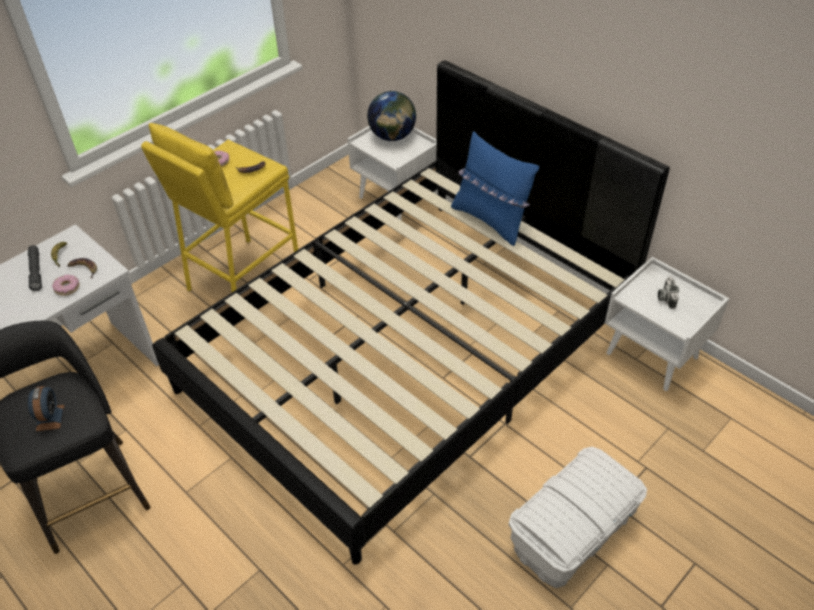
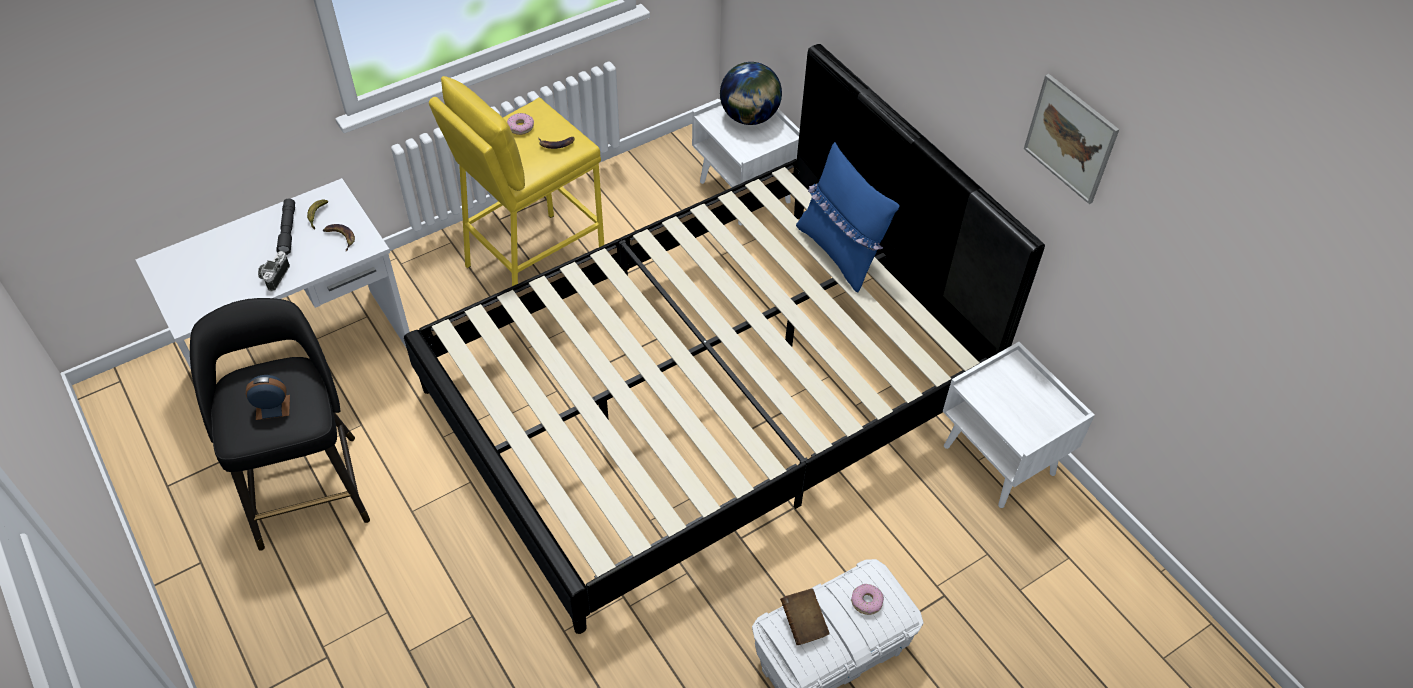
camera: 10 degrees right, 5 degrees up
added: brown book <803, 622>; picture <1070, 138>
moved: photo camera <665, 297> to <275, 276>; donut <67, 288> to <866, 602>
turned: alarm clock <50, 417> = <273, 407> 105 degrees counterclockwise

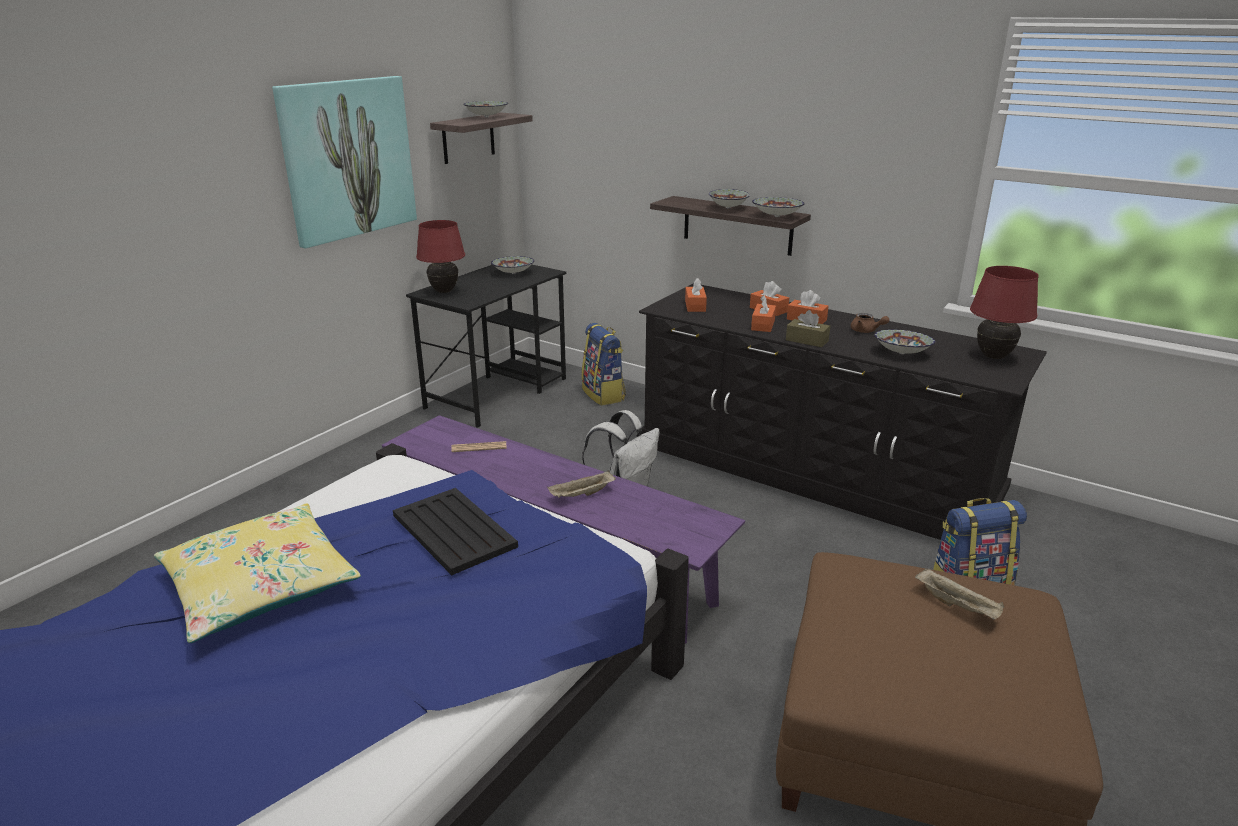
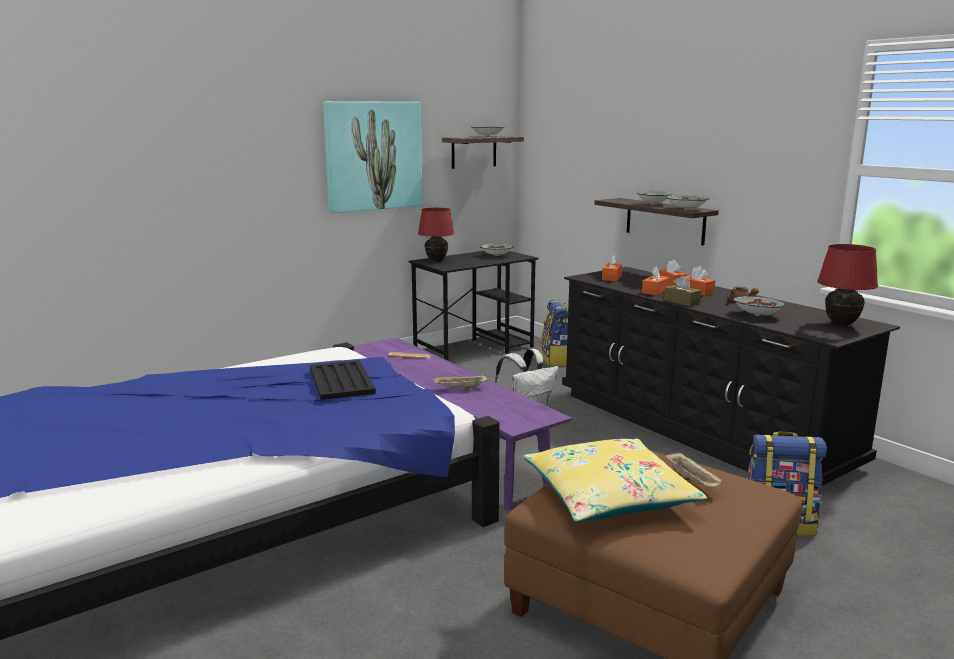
camera: 20 degrees right, 10 degrees down
moved: yellow pillow <260, 586> to <608, 495>

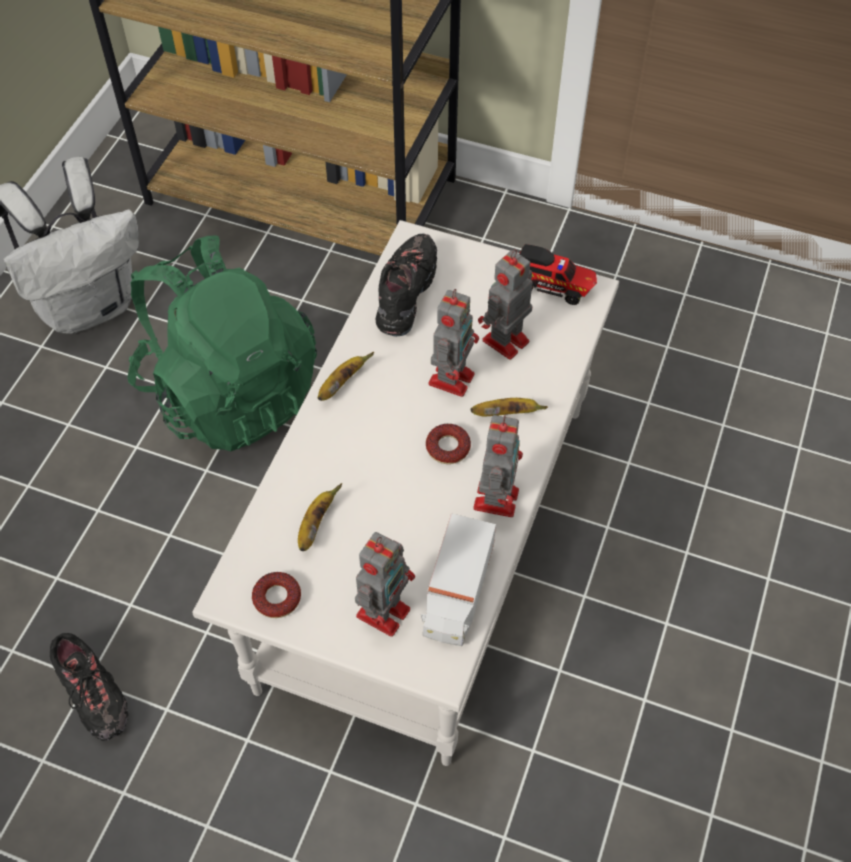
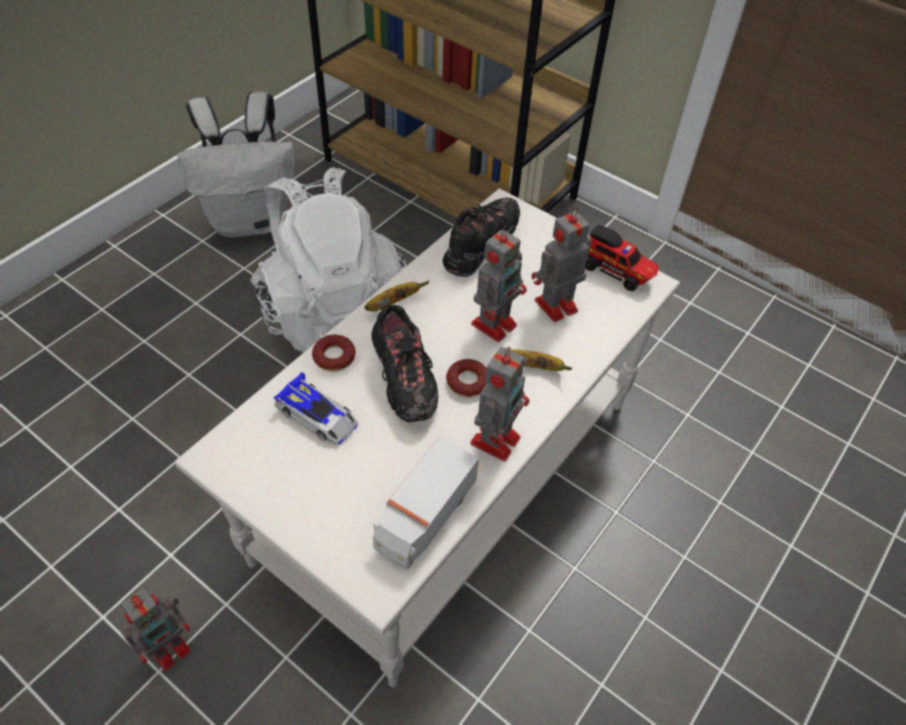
camera: 15 degrees right, 5 degrees down
moved: toy robot <384, 610> to <171, 646>; donut <277, 598> to <334, 357>; black shoe <92, 692> to <404, 378>
replaced: banana <315, 525> to toy car <318, 416>
recoloured: green backpack <229, 392> to white backpack <331, 311>

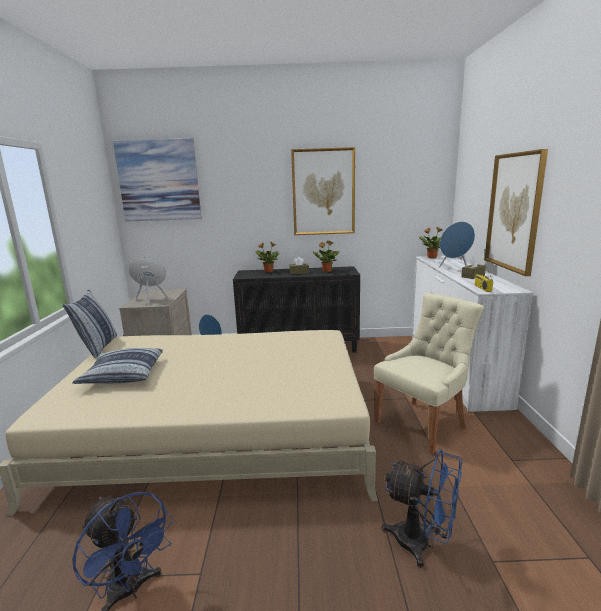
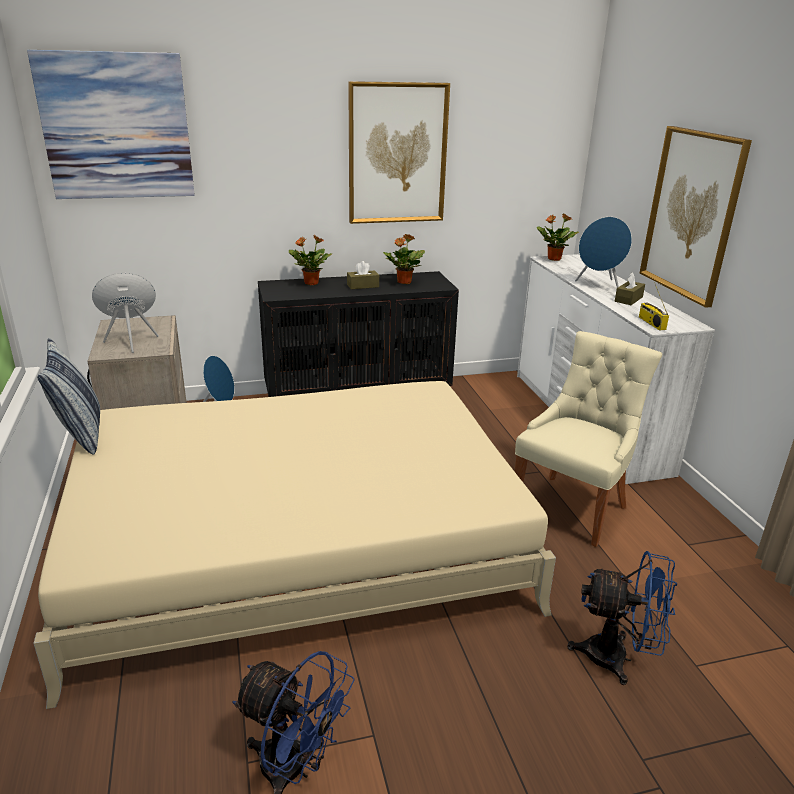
camera: 15 degrees left, 10 degrees up
removed: pillow <123, 374>

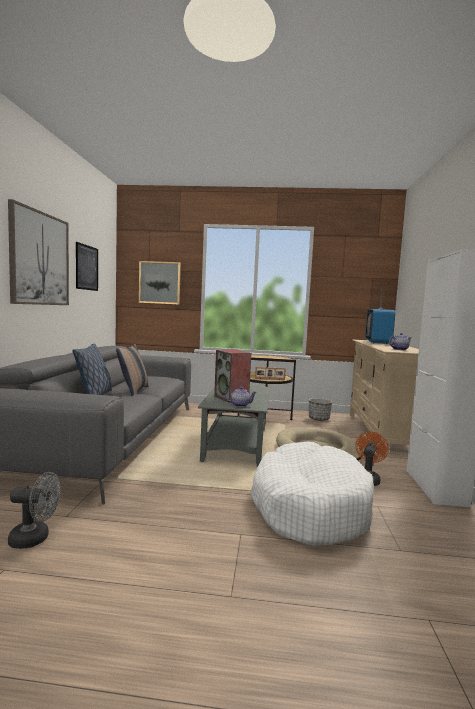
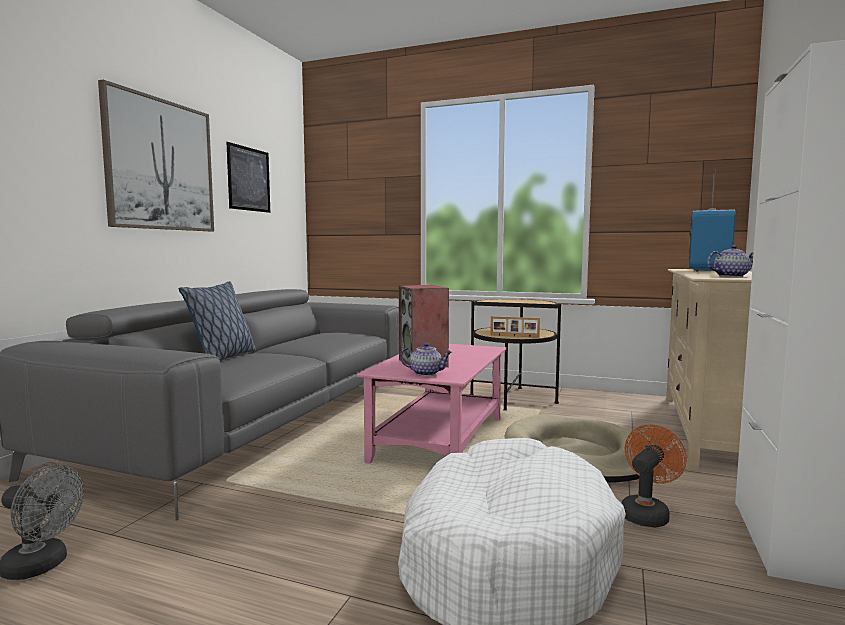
camera: 15 degrees right, 0 degrees up
removed: pillow <133, 390>; picture <160, 282>; planter <319, 419>
recoloured: grey coffee table <235, 444> to pink coffee table <439, 439>

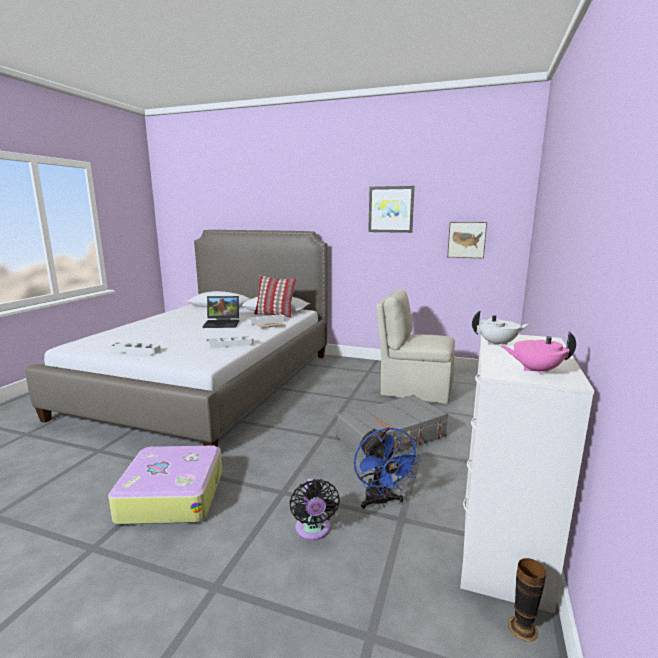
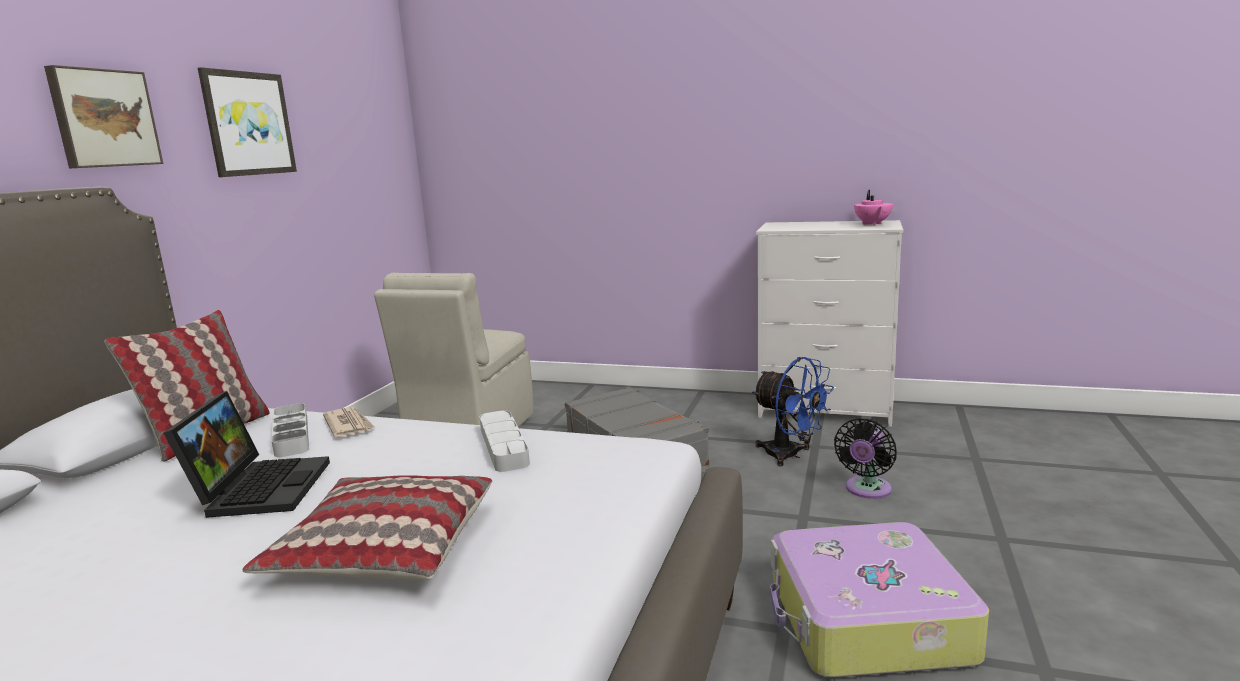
camera: 90 degrees left, 0 degrees up
removed: grey tray <136, 351>; white teapot <498, 344>; vase <522, 628>
added: pillow <383, 549>
moved: picture <466, 239> to <103, 118>
turned: blue fan <381, 502> = <790, 455> 60 degrees clockwise; black fan <313, 530> = <866, 490> 135 degrees clockwise

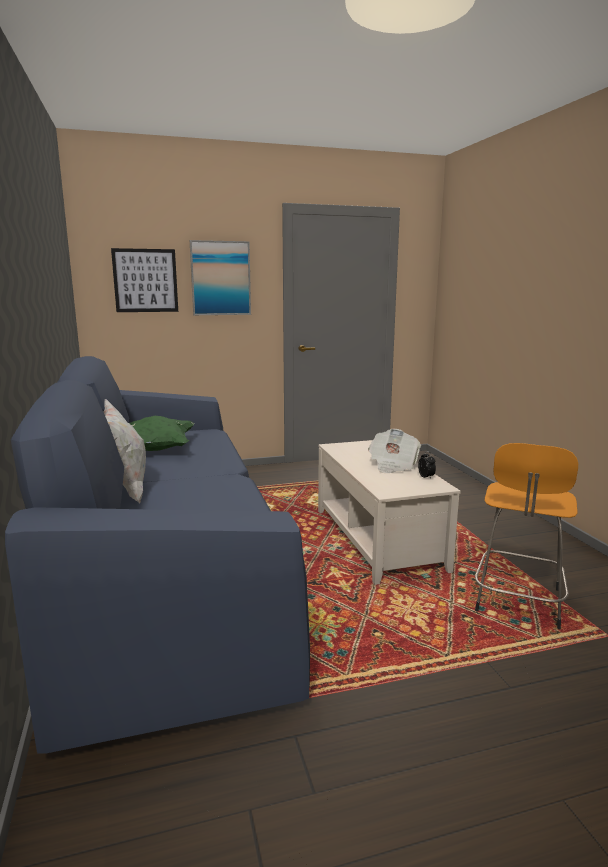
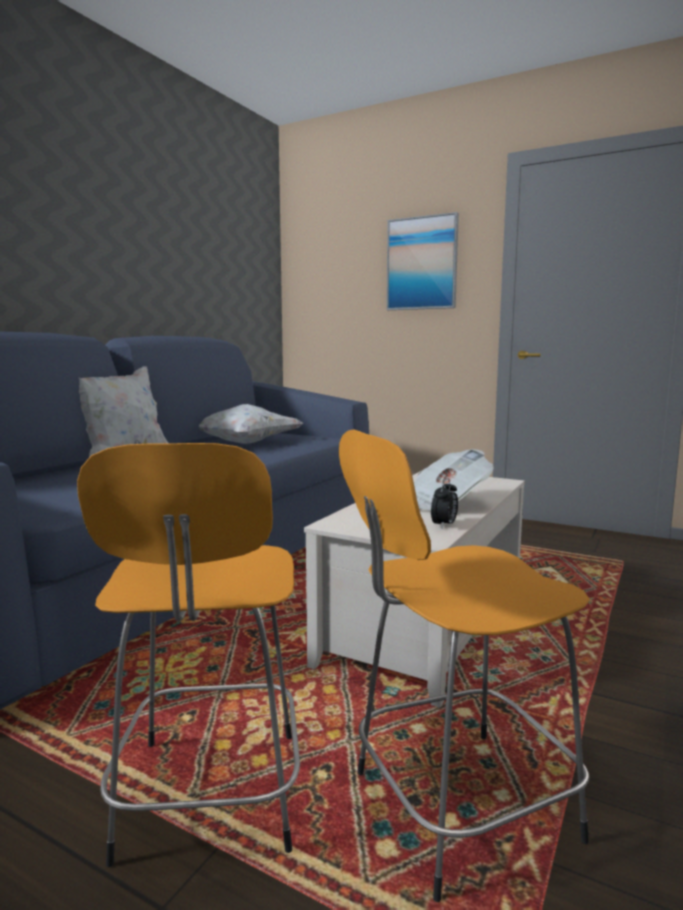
camera: 45 degrees right, 5 degrees down
removed: picture <145, 280>
added: orange stool <210, 799>
recoloured: green pillow <156, 450> to white pillow <245, 443>

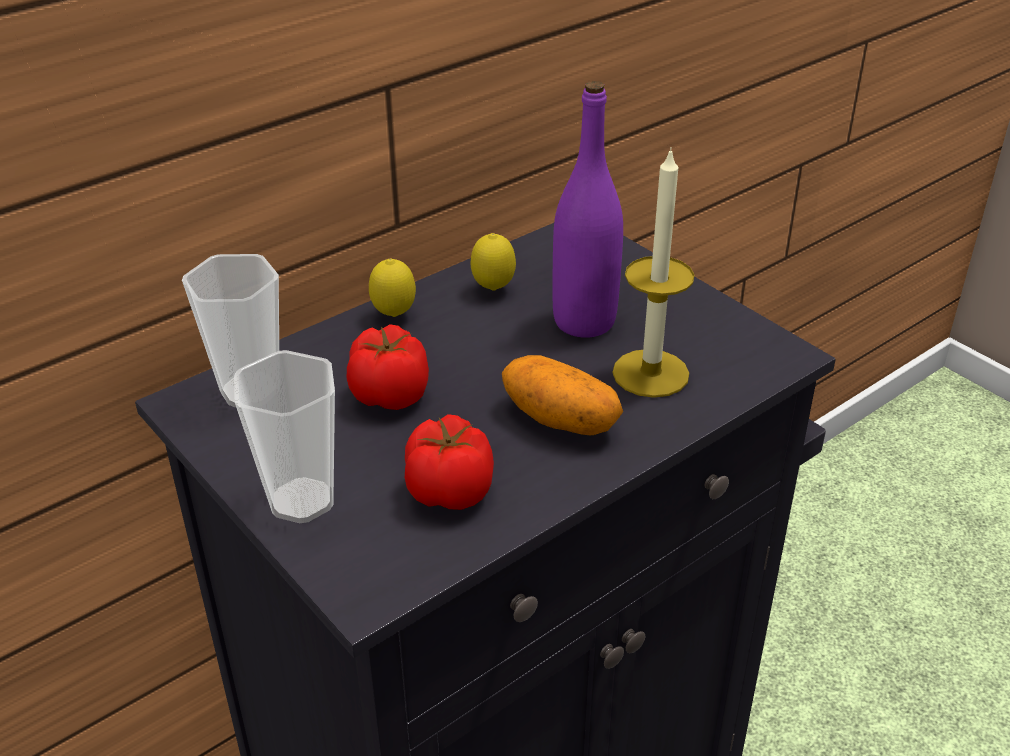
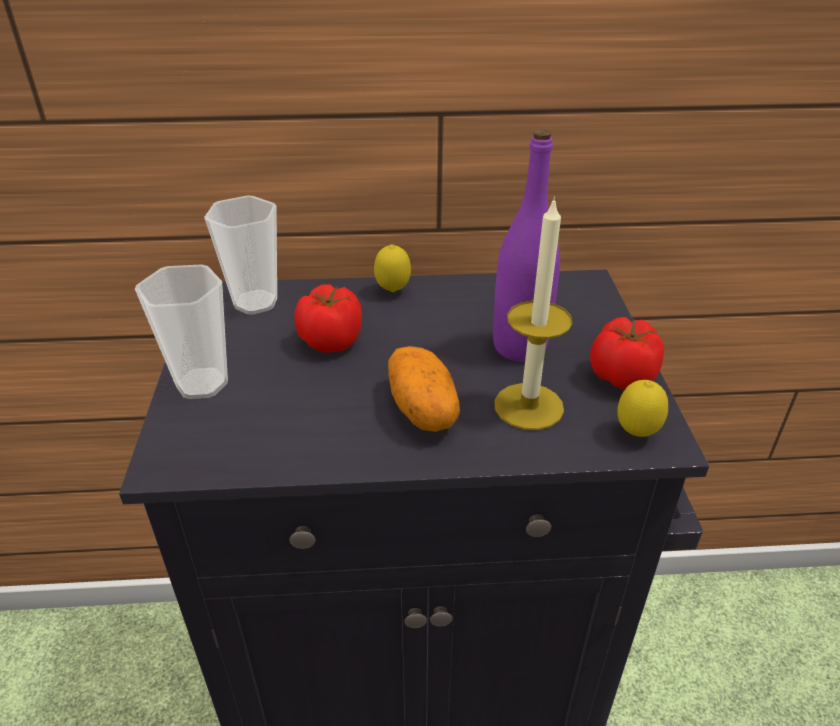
camera: 35 degrees right, 0 degrees up
moved: tomato <450, 489> to <623, 376>; lemon <493, 289> to <636, 434>

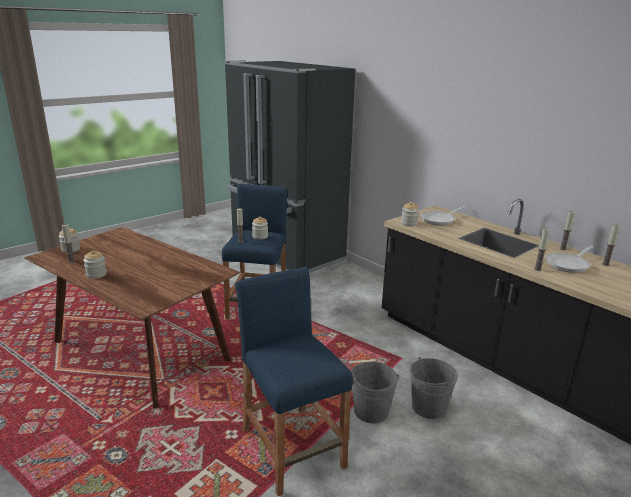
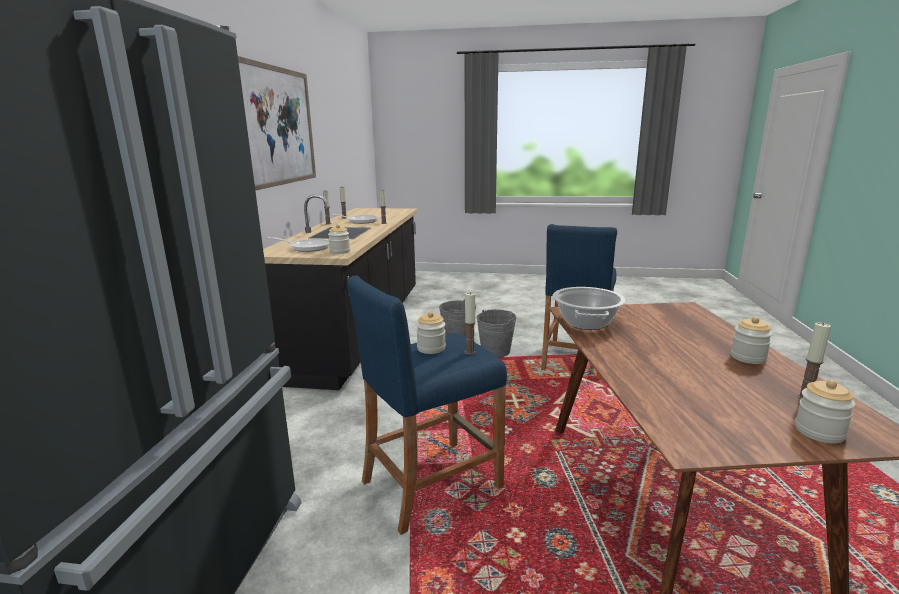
camera: 130 degrees left, 5 degrees down
added: picture <279, 126>; cooking pot <586, 323>

